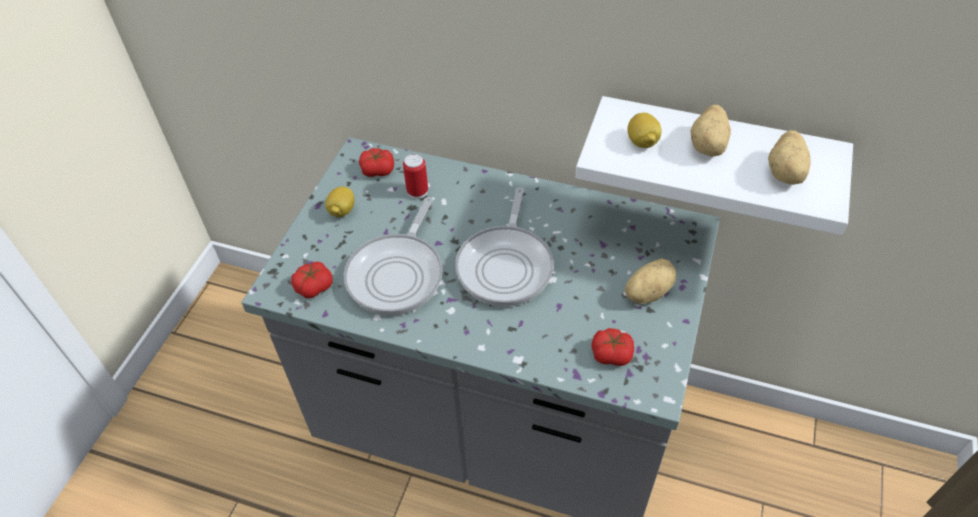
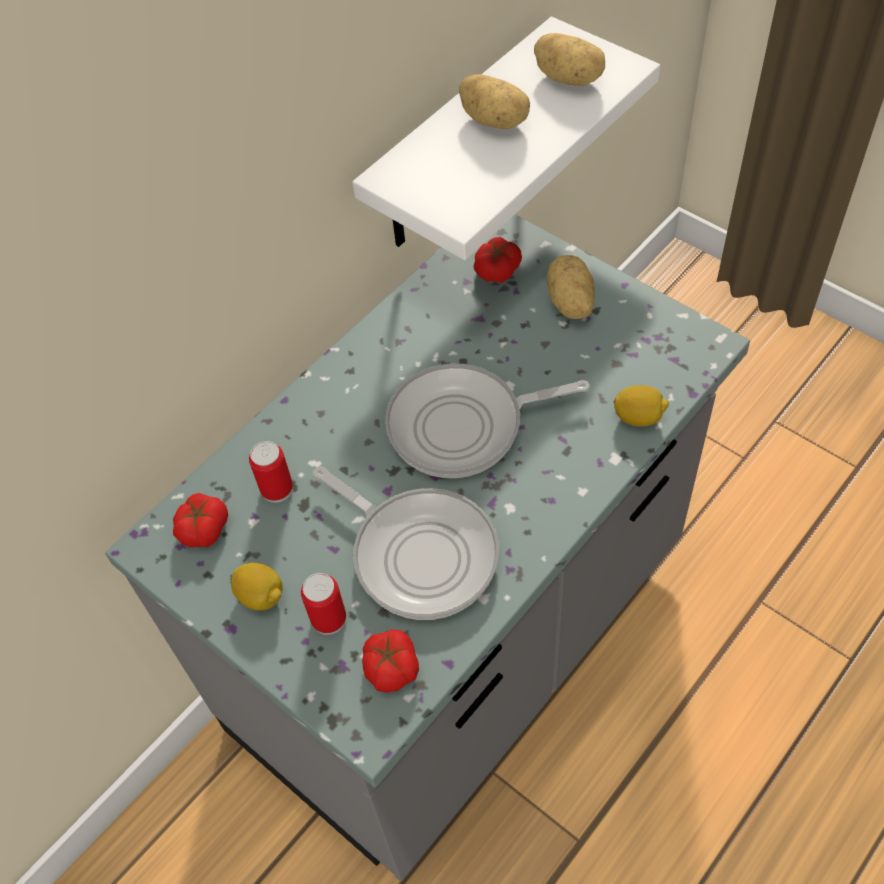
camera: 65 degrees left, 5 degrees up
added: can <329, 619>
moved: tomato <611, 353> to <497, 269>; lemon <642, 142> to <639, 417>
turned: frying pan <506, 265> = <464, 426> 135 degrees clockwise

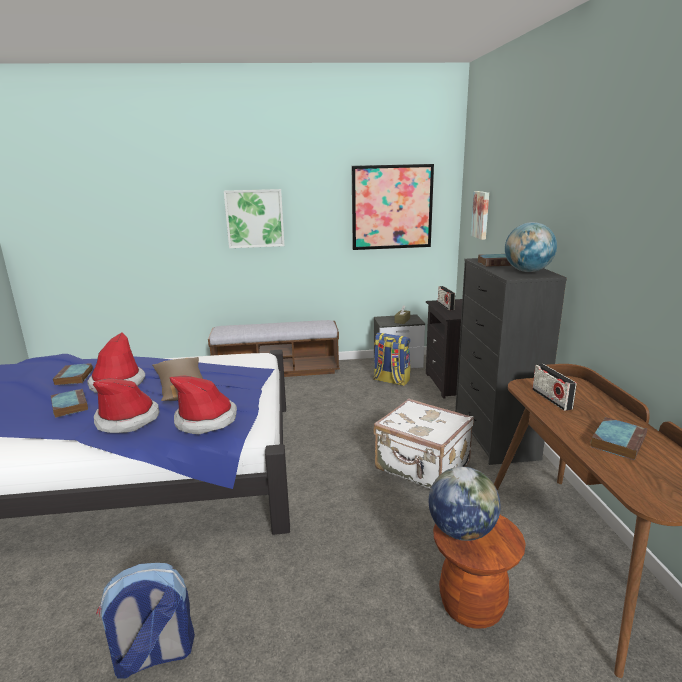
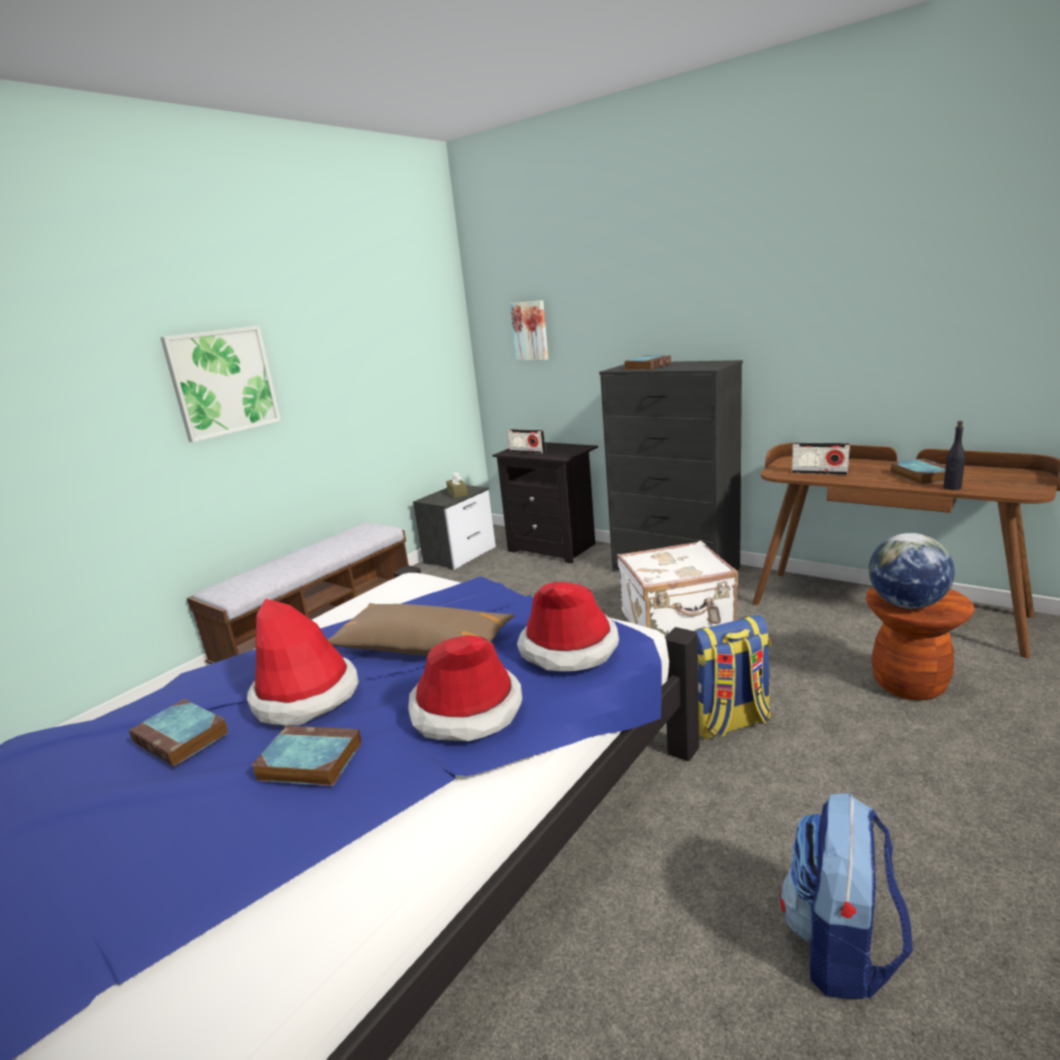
camera: 45 degrees left, 0 degrees up
removed: picture <392, 207>; globe <527, 271>
added: black bottle <952, 488>
moved: backpack <391, 381> to <728, 722>

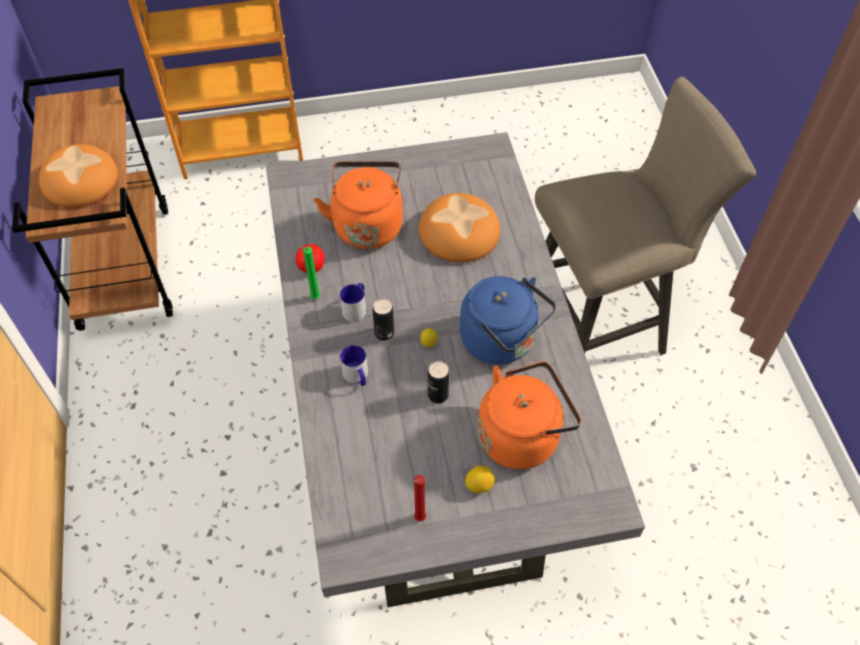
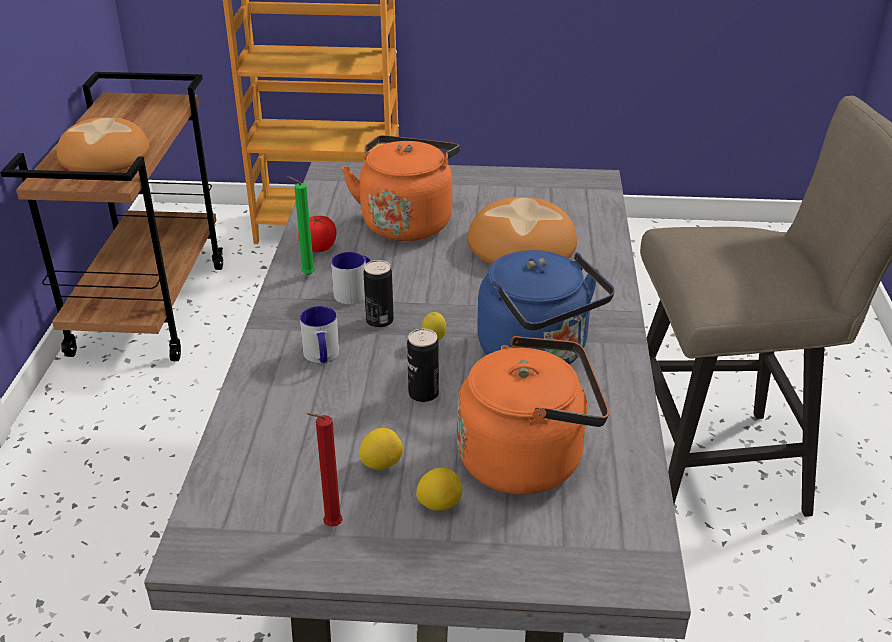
camera: 15 degrees right, 20 degrees down
added: lemon <381, 463>

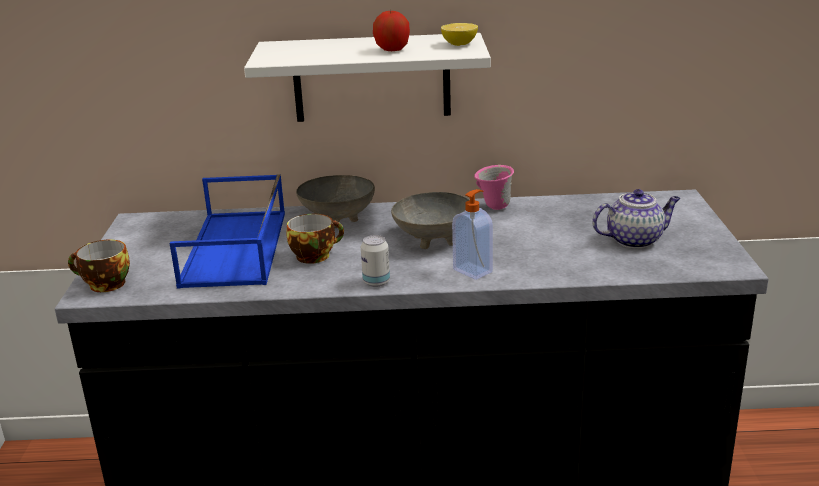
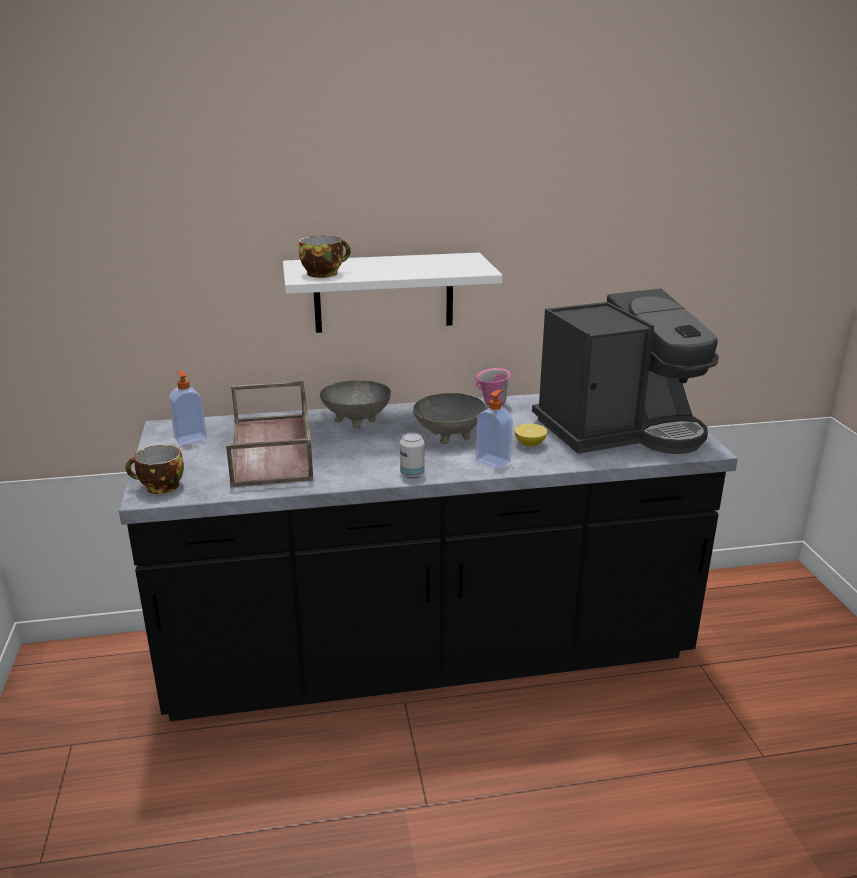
camera: 10 degrees left, 0 degrees up
removed: apple <392, 50>
added: soap dispenser <190, 438>
moved: cup <315, 255> to <324, 273>; lemon <459, 44> to <530, 444>
replaced: teapot <635, 240> to coffee machine <620, 430>
recoloured: blue tray <237, 249> to brown tray <273, 449>

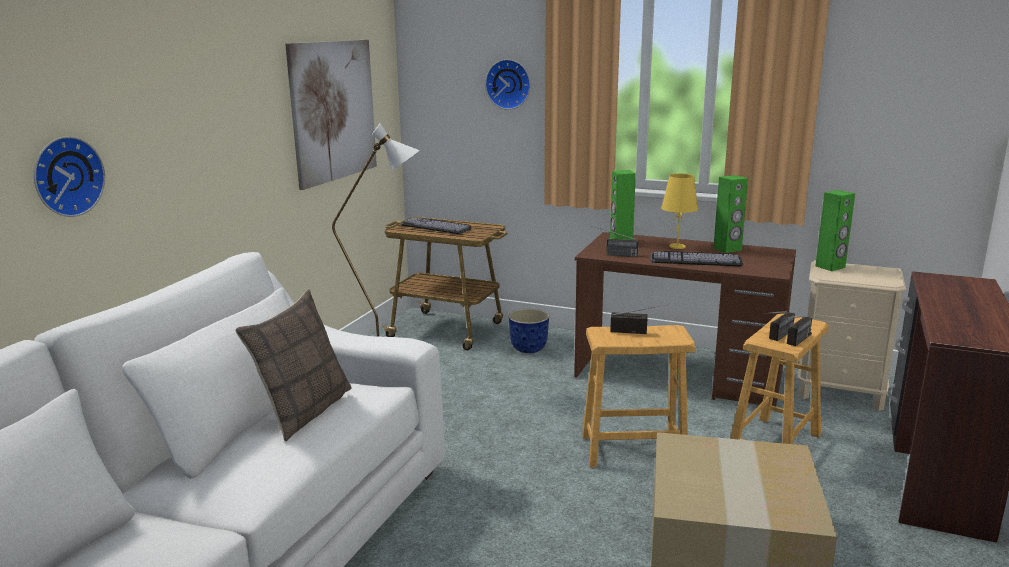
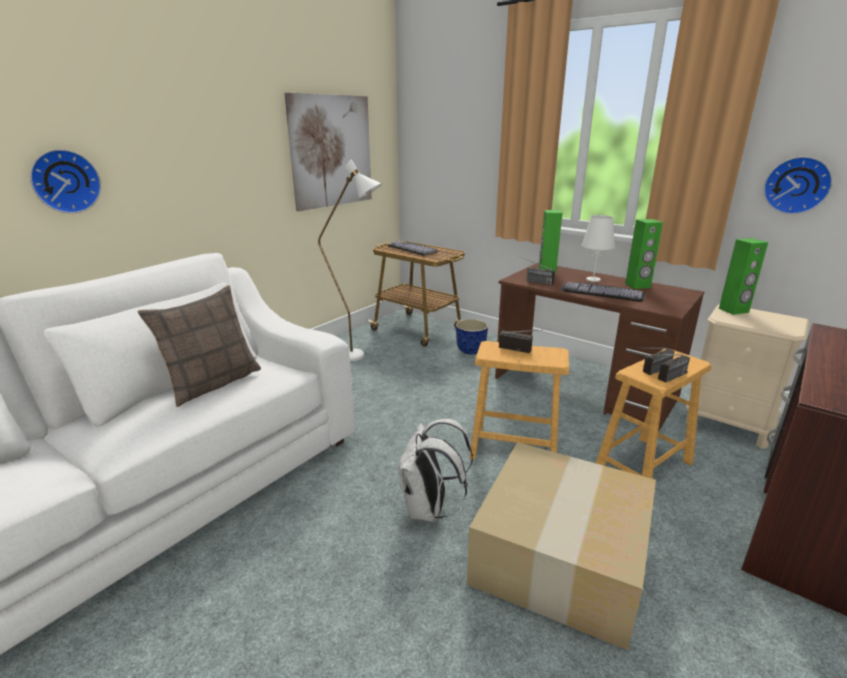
camera: 15 degrees right, 5 degrees up
added: white backpack <429, 509>
moved: wall clock <509, 84> to <797, 185>
recoloured: yellow table lamp <677, 246> to white table lamp <593, 279>

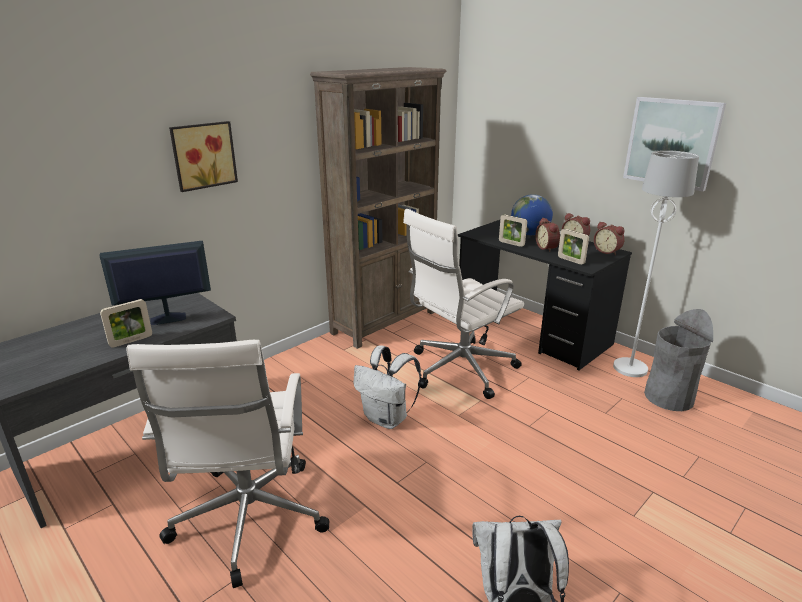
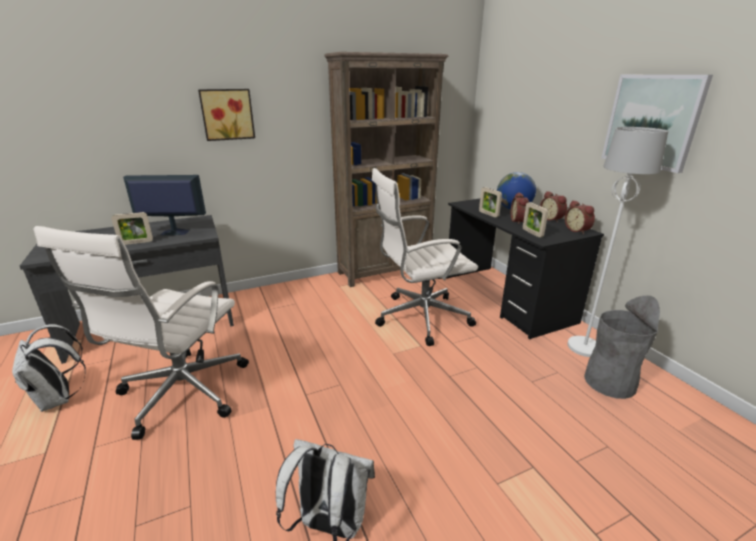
camera: 20 degrees right, 0 degrees up
moved: white backpack <387, 419> to <58, 399>

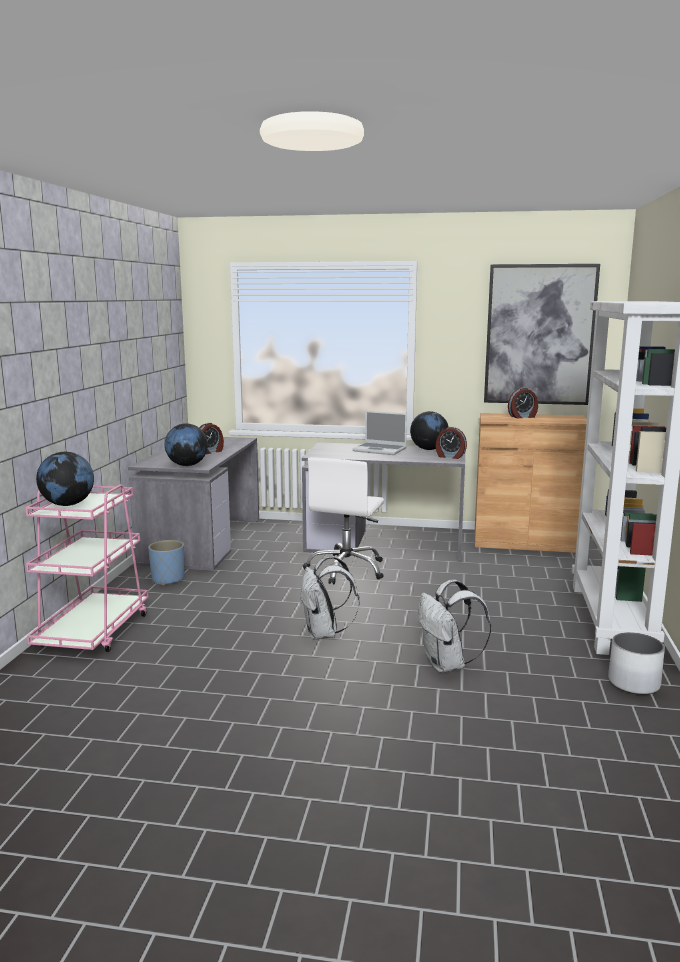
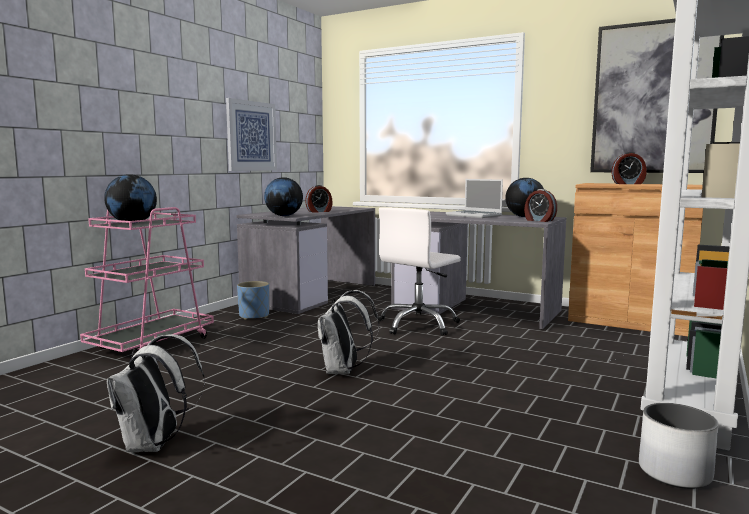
camera: 20 degrees right, 5 degrees down
added: picture <251, 136>
moved: white backpack <447, 665> to <155, 445>

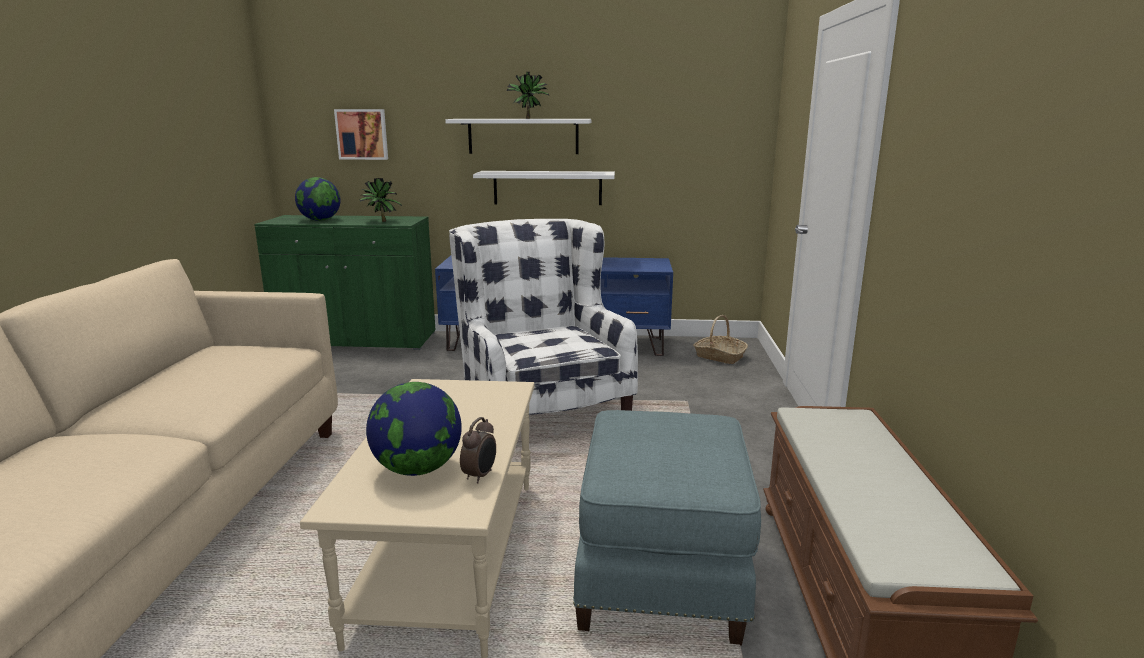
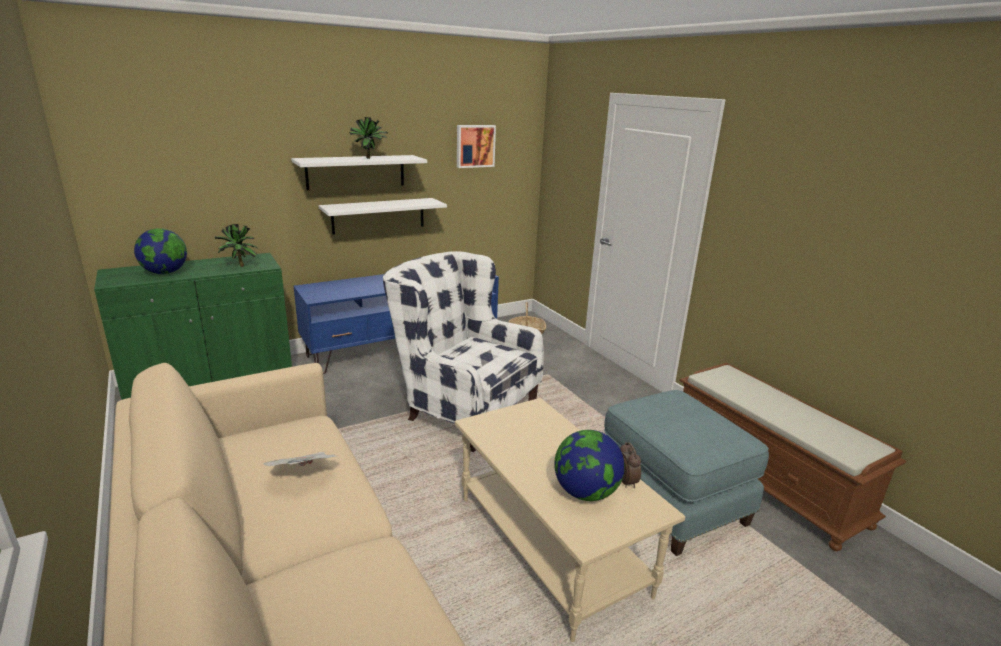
camera: 35 degrees left, 5 degrees up
added: newspaper <305, 474>
moved: picture <362, 134> to <475, 146>

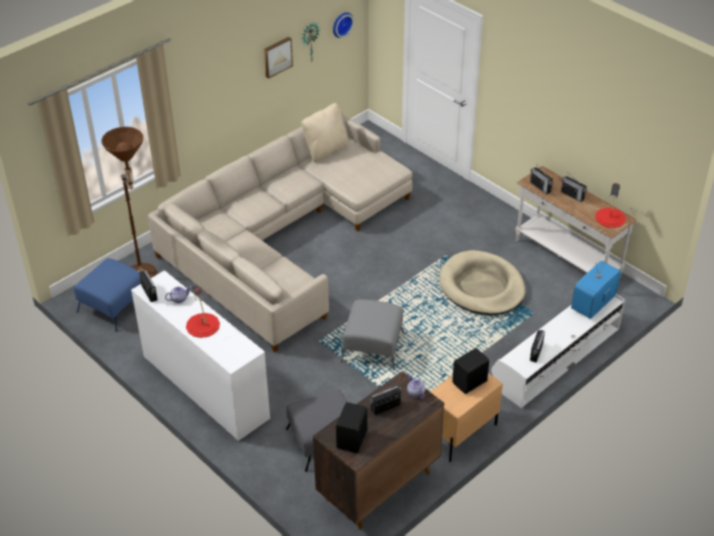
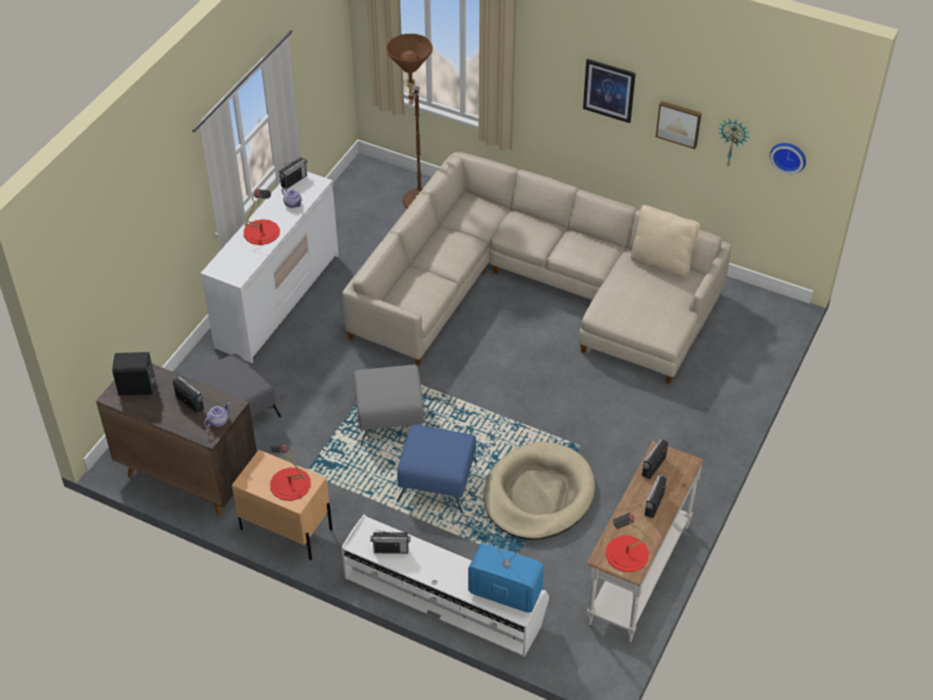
camera: 70 degrees right, 5 degrees up
added: picture <609, 90>
moved: blue ottoman <113, 306> to <437, 481>
replaced: black speaker <470, 382> to red table lamp <290, 484>

